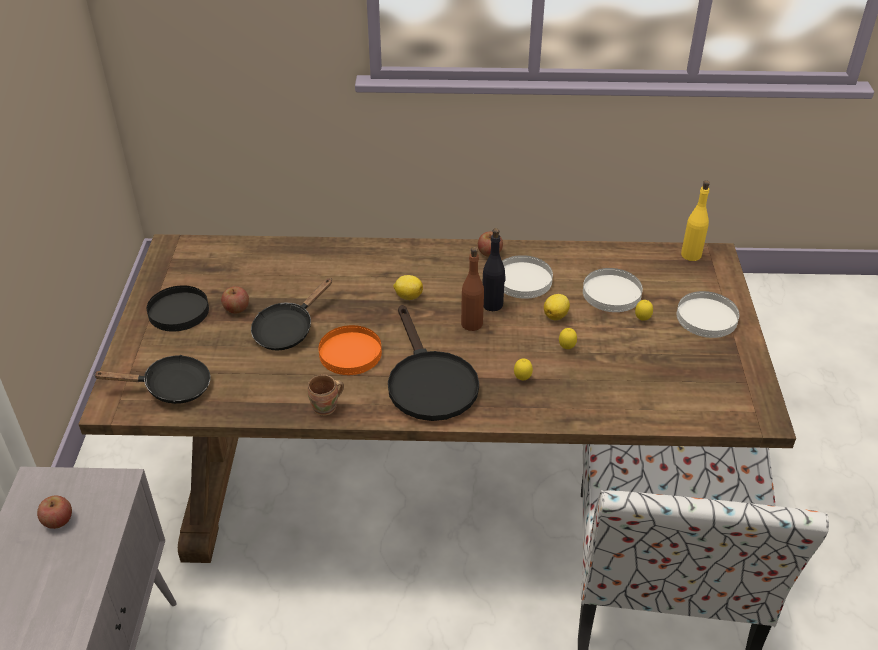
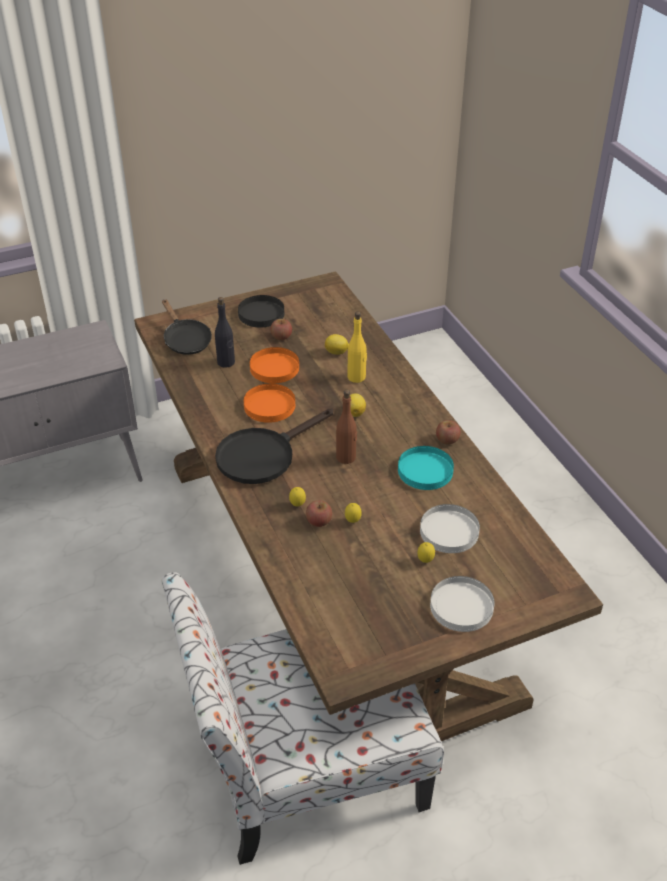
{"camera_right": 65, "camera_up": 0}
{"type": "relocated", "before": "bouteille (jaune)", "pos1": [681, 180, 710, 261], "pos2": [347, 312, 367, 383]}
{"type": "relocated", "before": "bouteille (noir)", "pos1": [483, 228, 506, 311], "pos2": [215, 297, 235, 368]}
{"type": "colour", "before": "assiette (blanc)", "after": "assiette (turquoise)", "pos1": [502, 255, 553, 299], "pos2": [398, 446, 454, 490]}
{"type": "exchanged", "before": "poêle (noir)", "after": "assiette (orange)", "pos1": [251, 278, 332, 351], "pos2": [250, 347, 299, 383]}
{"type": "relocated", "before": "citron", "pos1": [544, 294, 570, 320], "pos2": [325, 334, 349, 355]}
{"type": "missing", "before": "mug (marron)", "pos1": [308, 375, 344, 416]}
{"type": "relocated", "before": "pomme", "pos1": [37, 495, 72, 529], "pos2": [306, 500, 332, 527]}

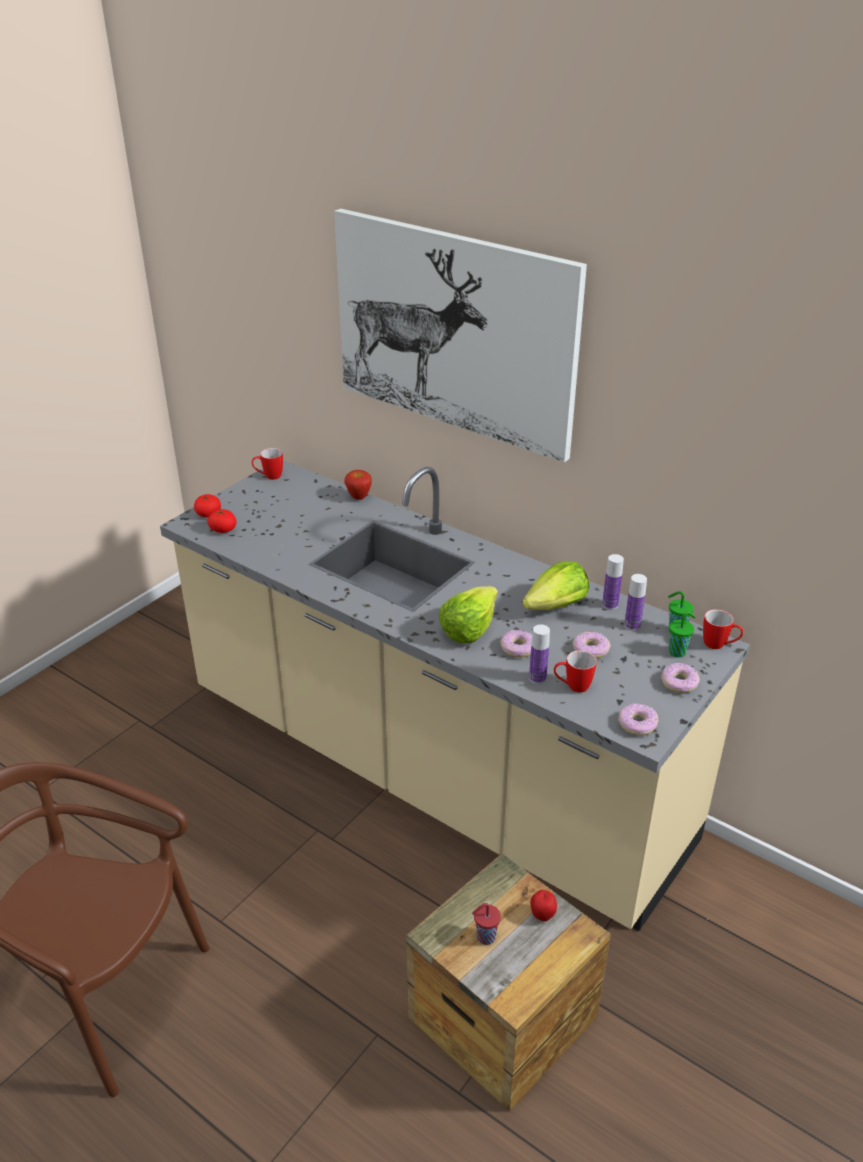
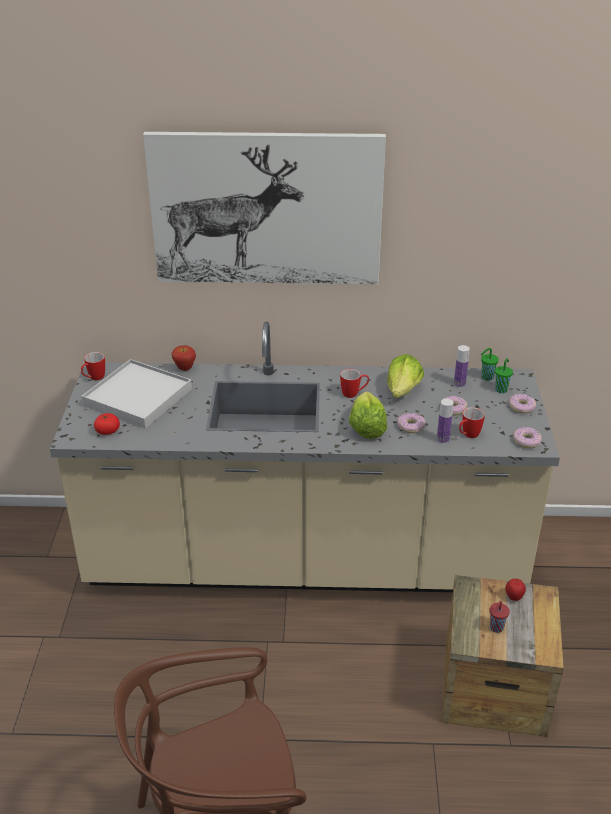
{"camera_right": -35, "camera_up": 0}
{"type": "missing", "before": "tomate", "pos1": [194, 494, 221, 517]}
{"type": "missing", "before": "bouteille", "pos1": [602, 554, 624, 610]}
{"type": "relocated", "before": "mug", "pos1": [703, 609, 743, 649], "pos2": [340, 369, 369, 398]}
{"type": "appeared", "after": "plateau (blanc)", "pos2": [82, 359, 192, 429]}

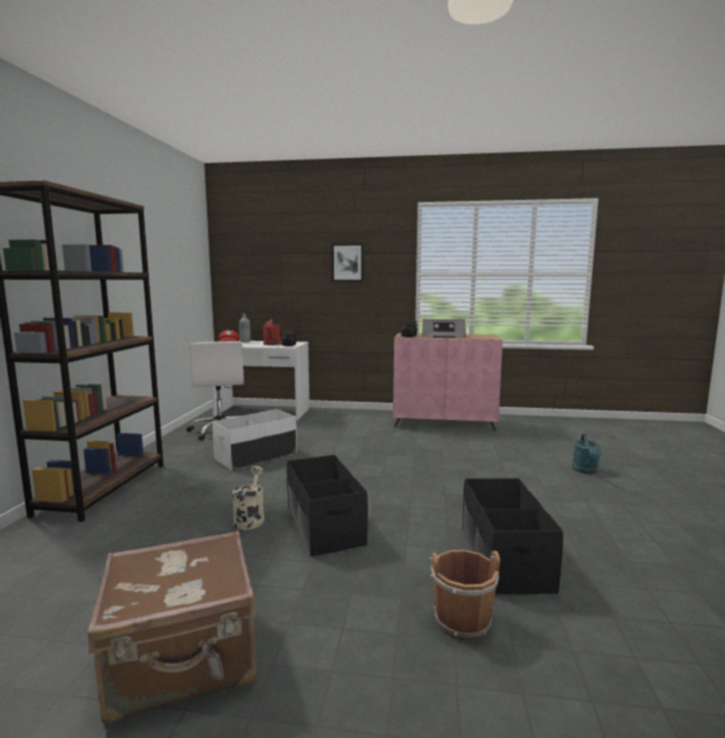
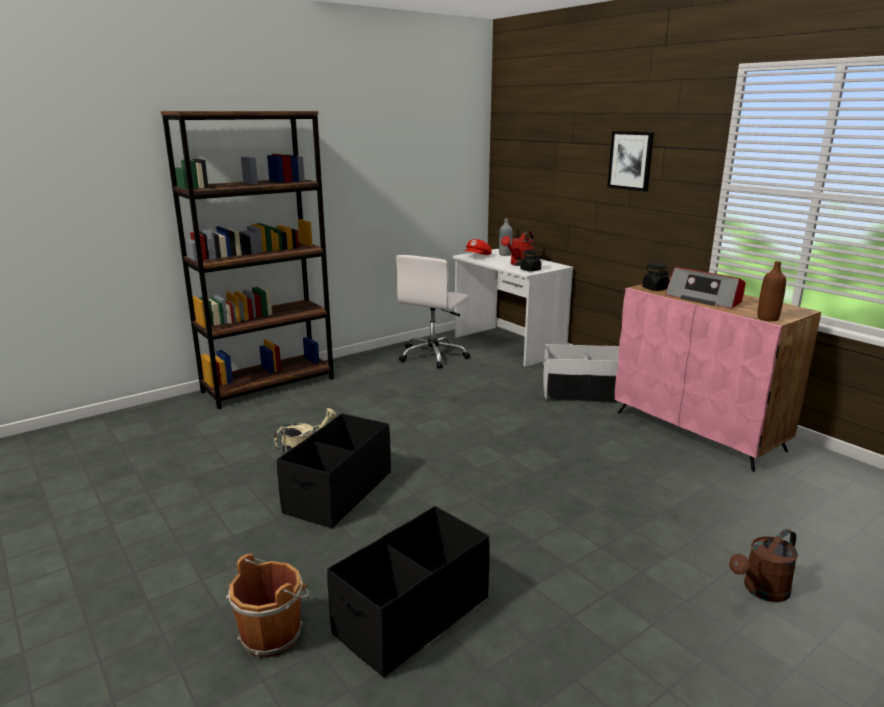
{"camera_right": 45, "camera_up": 10}
{"type": "relocated", "before": "boîte de rangement (blanc)", "pos1": [212, 409, 297, 470], "pos2": [543, 344, 622, 403]}
{"type": "colour", "before": "arrosoir (turquoise)", "after": "arrosoir (marron)", "pos1": [572, 434, 601, 474], "pos2": [729, 529, 798, 602]}
{"type": "missing", "before": "valise (marron)", "pos1": [88, 530, 256, 724]}
{"type": "appeared", "after": "bouteille (marron)", "pos2": [757, 261, 786, 321]}

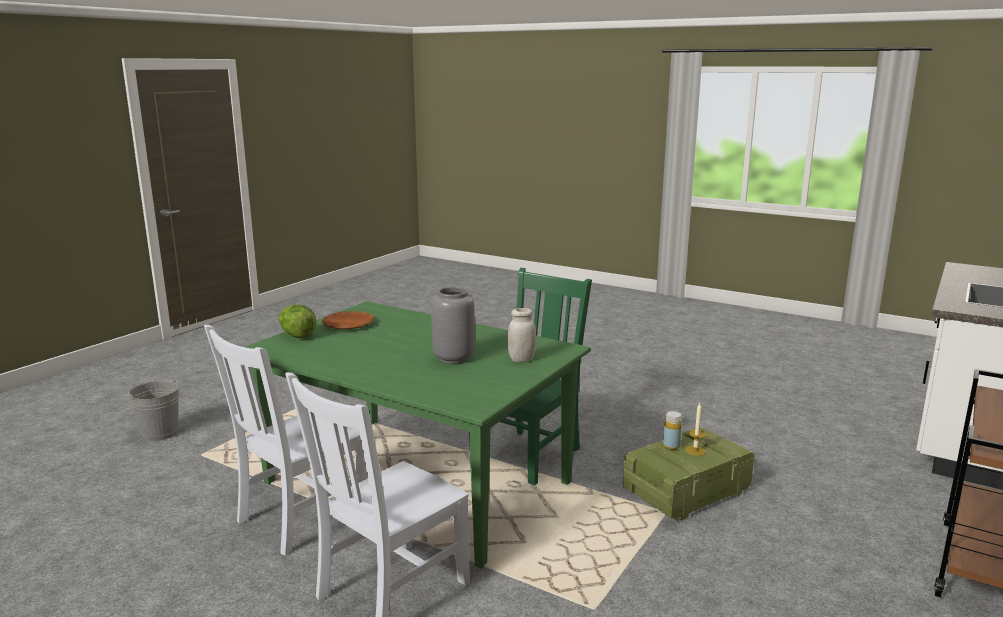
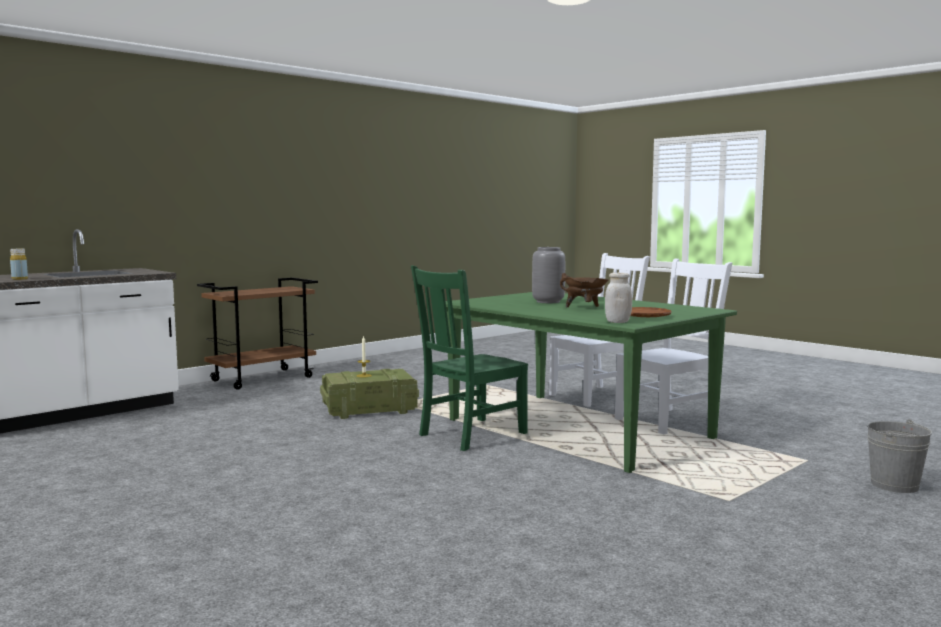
{"camera_right": -165, "camera_up": -10}
{"type": "missing", "before": "laitue", "pos1": [279, 305, 317, 338]}
{"type": "relocated", "before": "bocal (blanc)", "pos1": [508, 308, 536, 362], "pos2": [605, 273, 632, 323]}
{"type": "relocated", "before": "bouteille (jaune)", "pos1": [663, 411, 681, 450], "pos2": [10, 249, 28, 280]}
{"type": "appeared", "after": "marmite (marron)", "pos2": [560, 273, 609, 308]}

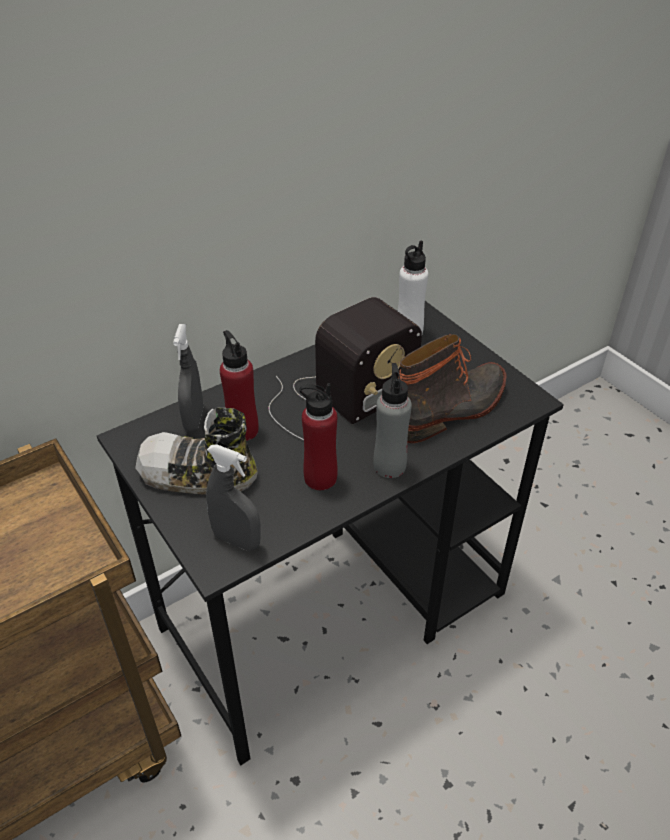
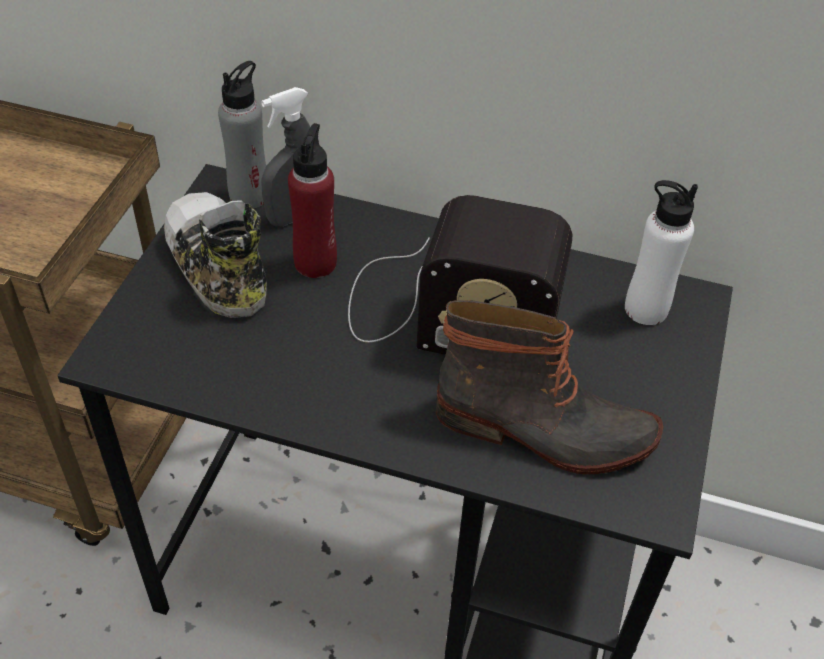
{"camera_right": 50, "camera_up": 5}
{"type": "relocated", "before": "bouteille (gris)", "pos1": [374, 363, 412, 478], "pos2": [218, 61, 266, 208]}
{"type": "missing", "before": "bouteille (rouge)", "pos1": [299, 383, 338, 490]}
{"type": "missing", "before": "vaporisateur (gris)", "pos1": [206, 444, 261, 551]}

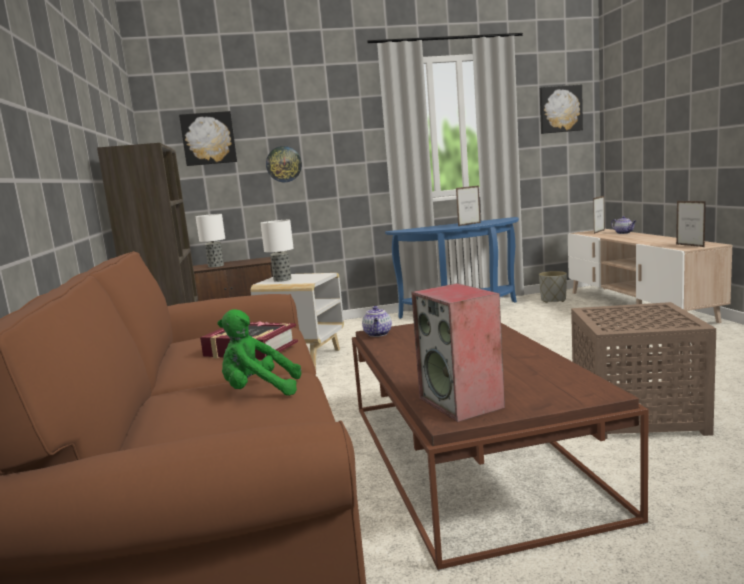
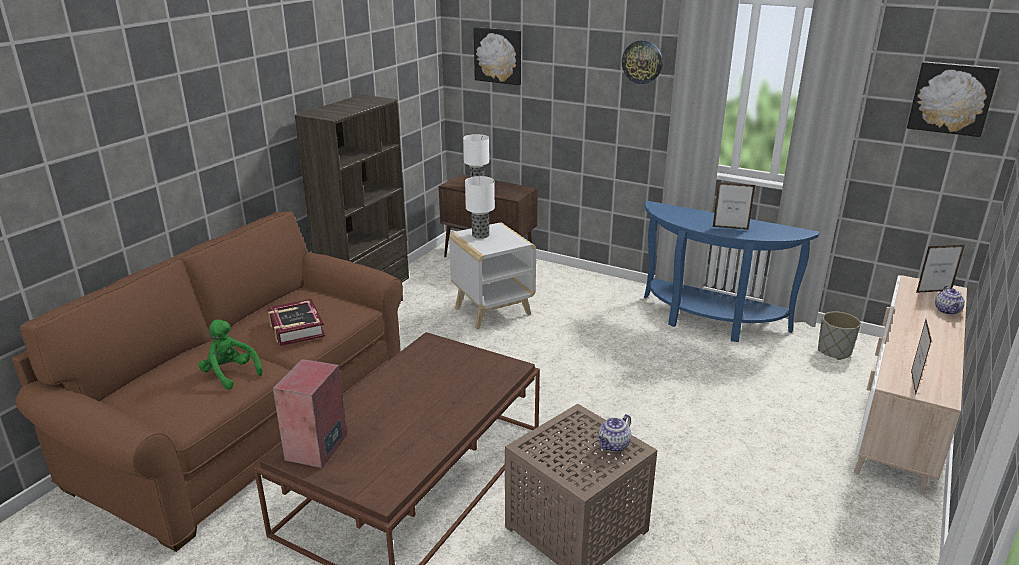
{"camera_right": 40, "camera_up": 15}
{"type": "relocated", "before": "horloge murale", "pos1": [266, 146, 302, 182], "pos2": [622, 40, 663, 84]}
{"type": "relocated", "before": "théière", "pos1": [362, 306, 392, 337], "pos2": [598, 414, 632, 452]}

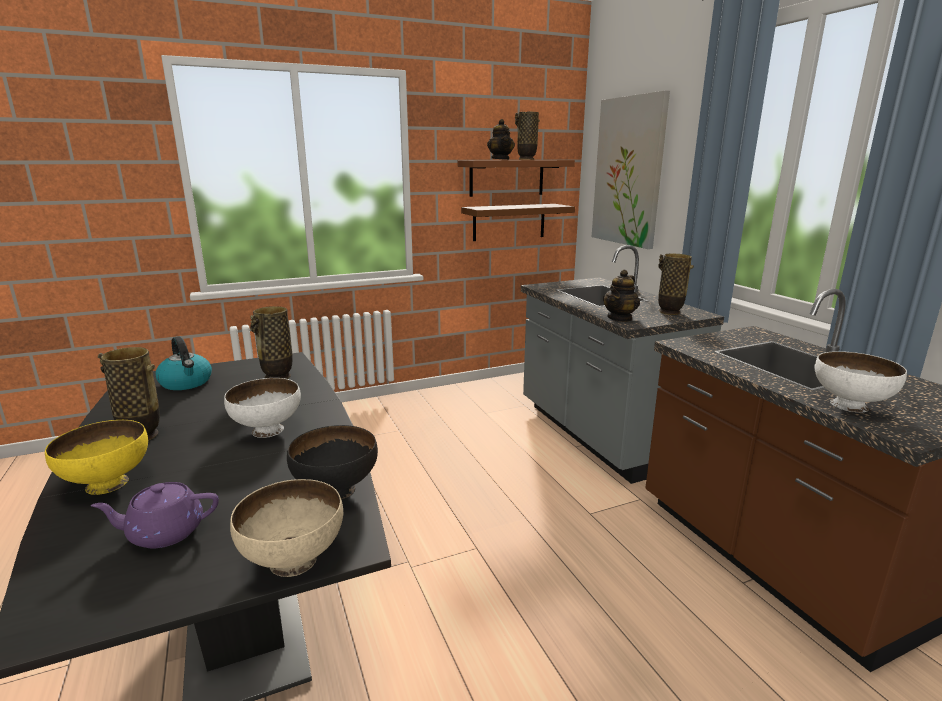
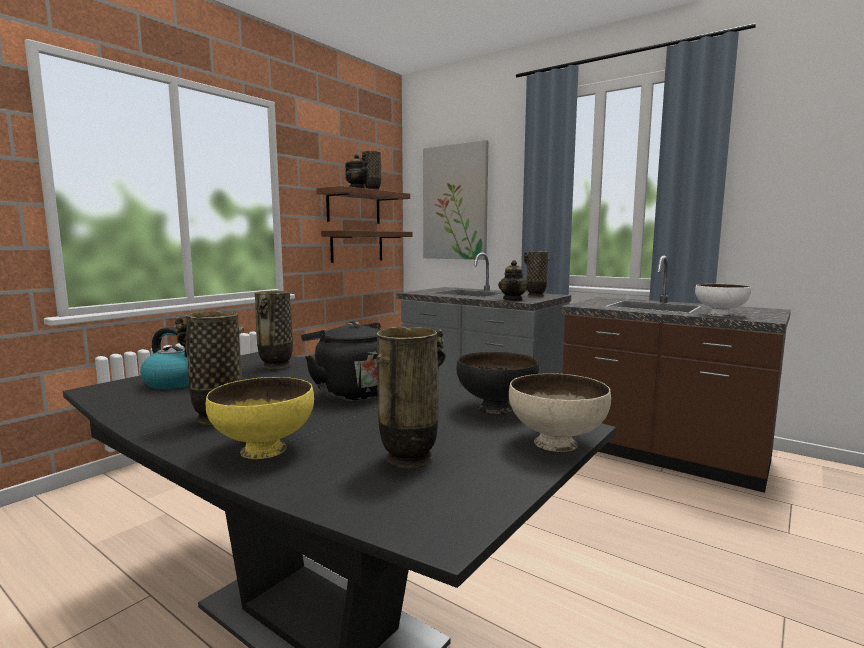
{"camera_right": -30, "camera_up": -10}
{"type": "exchanged", "before": "bol (blanc)", "after": "bouilloire (noir)", "pos1": [224, 378, 301, 438], "pos2": [301, 321, 381, 401]}
{"type": "exchanged", "before": "théière (violet)", "after": "vase", "pos1": [91, 482, 219, 548], "pos2": [376, 327, 446, 468]}

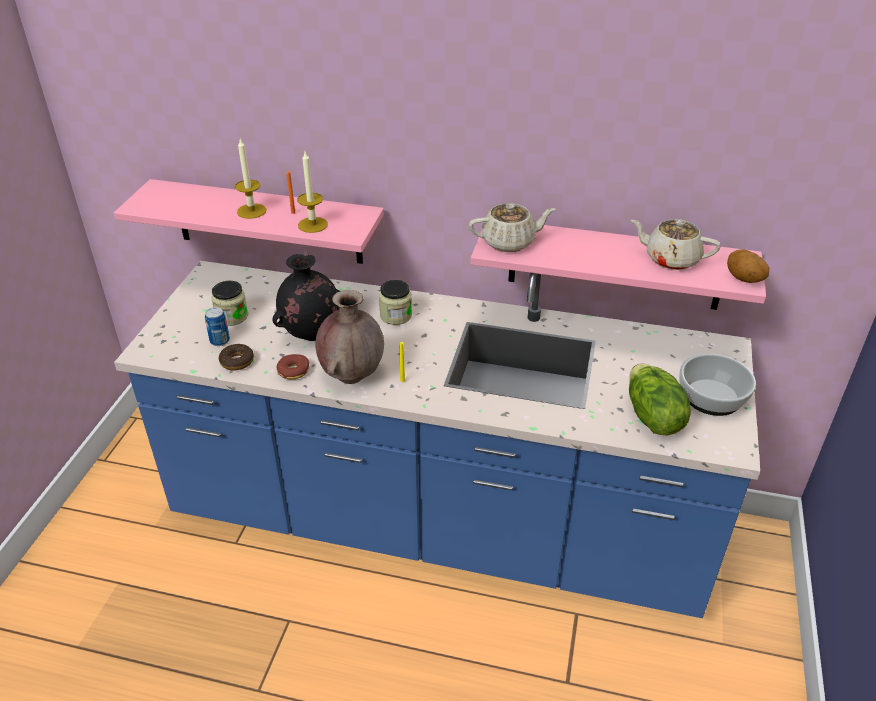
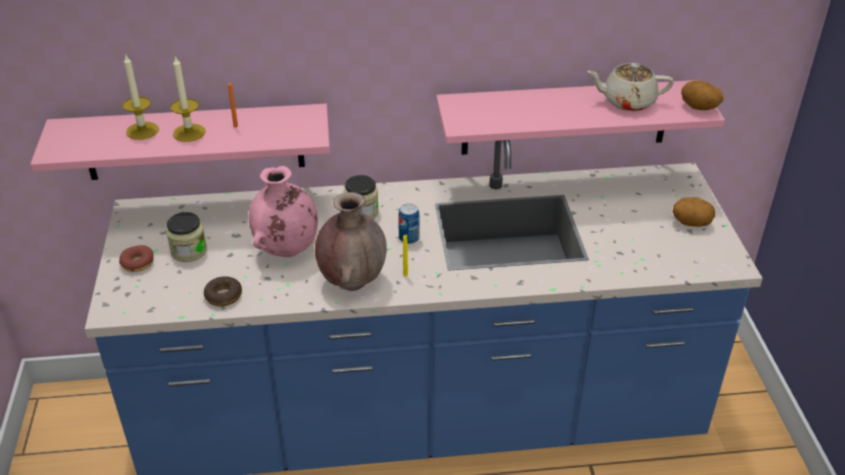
{"camera_right": -20, "camera_up": 0}
{"type": "relocated", "before": "bougie", "pos1": [297, 152, 328, 233], "pos2": [123, 53, 159, 140]}
{"type": "missing", "before": "théière (beige)", "pos1": [469, 203, 555, 252]}
{"type": "colour", "before": "vase (noir)", "after": "vase (rose)", "pos1": [272, 254, 340, 341], "pos2": [249, 166, 318, 257]}
{"type": "relocated", "before": "boîte métallique", "pos1": [205, 307, 230, 346], "pos2": [398, 203, 420, 244]}
{"type": "relocated", "before": "beignet", "pos1": [276, 354, 309, 379], "pos2": [119, 245, 154, 272]}
{"type": "exchanged", "before": "bol", "after": "pomme de terre", "pos1": [679, 354, 756, 416], "pos2": [673, 197, 715, 227]}
{"type": "missing", "before": "laitue", "pos1": [629, 364, 691, 435]}

